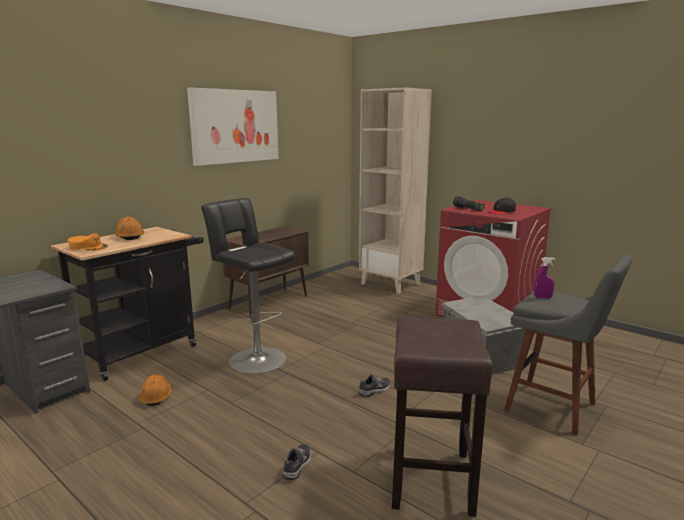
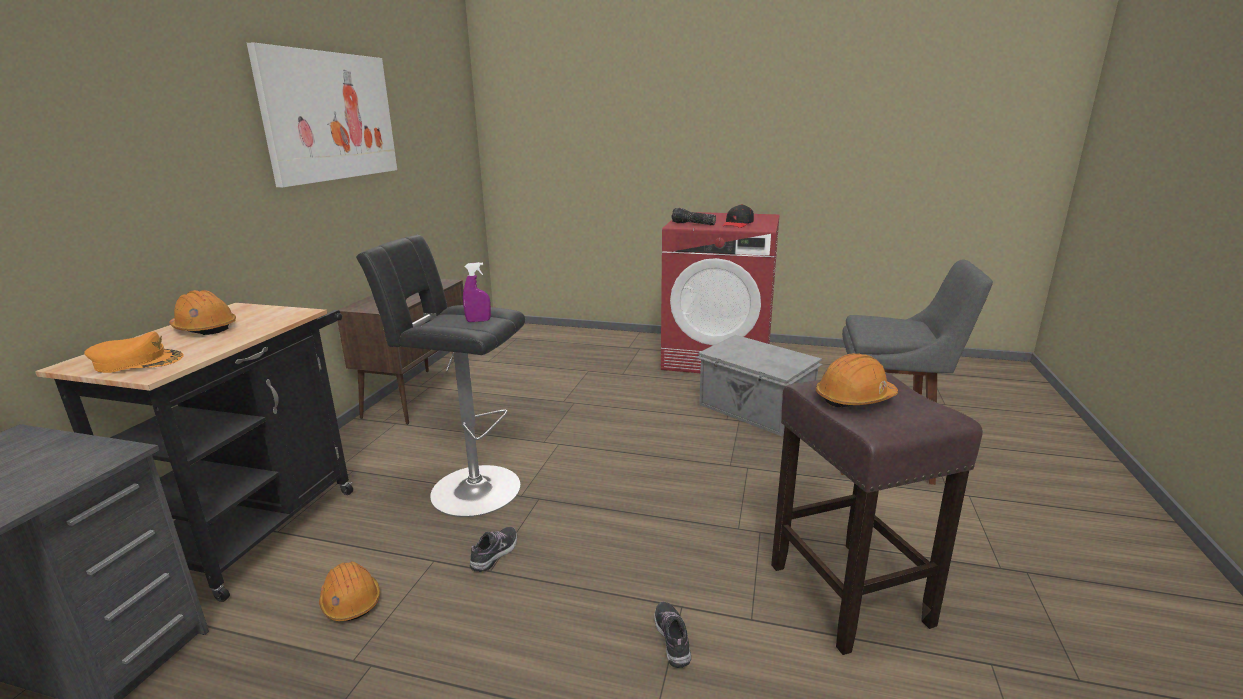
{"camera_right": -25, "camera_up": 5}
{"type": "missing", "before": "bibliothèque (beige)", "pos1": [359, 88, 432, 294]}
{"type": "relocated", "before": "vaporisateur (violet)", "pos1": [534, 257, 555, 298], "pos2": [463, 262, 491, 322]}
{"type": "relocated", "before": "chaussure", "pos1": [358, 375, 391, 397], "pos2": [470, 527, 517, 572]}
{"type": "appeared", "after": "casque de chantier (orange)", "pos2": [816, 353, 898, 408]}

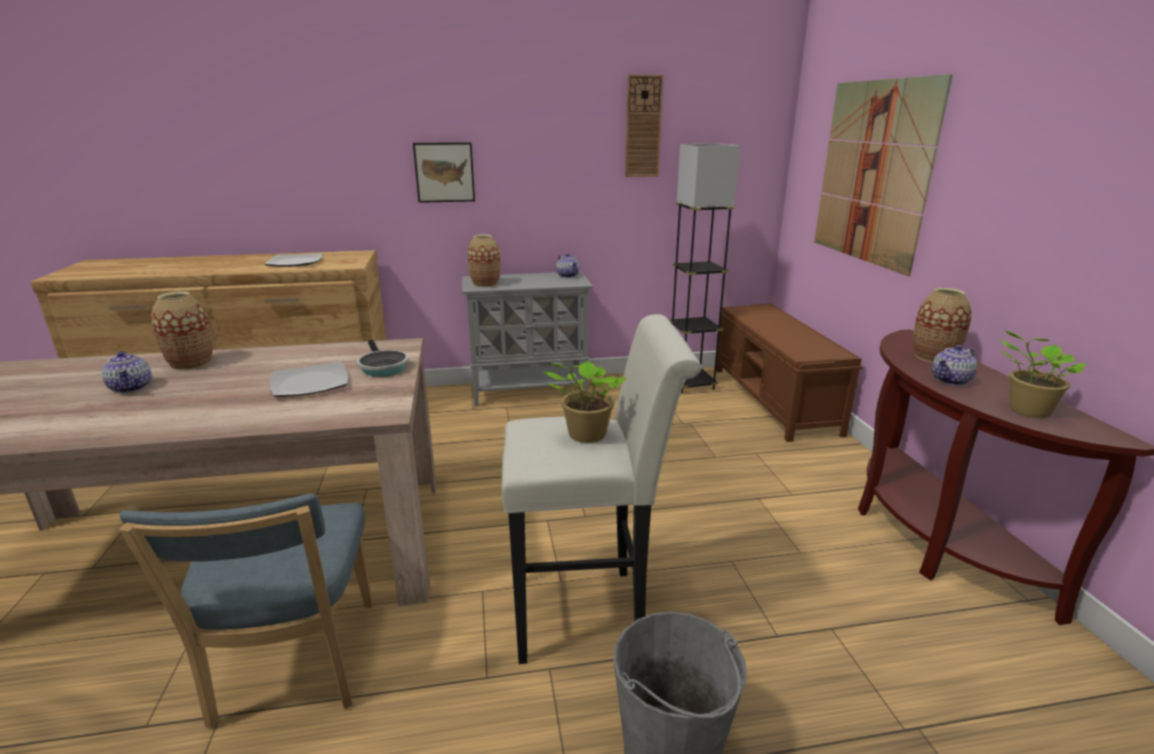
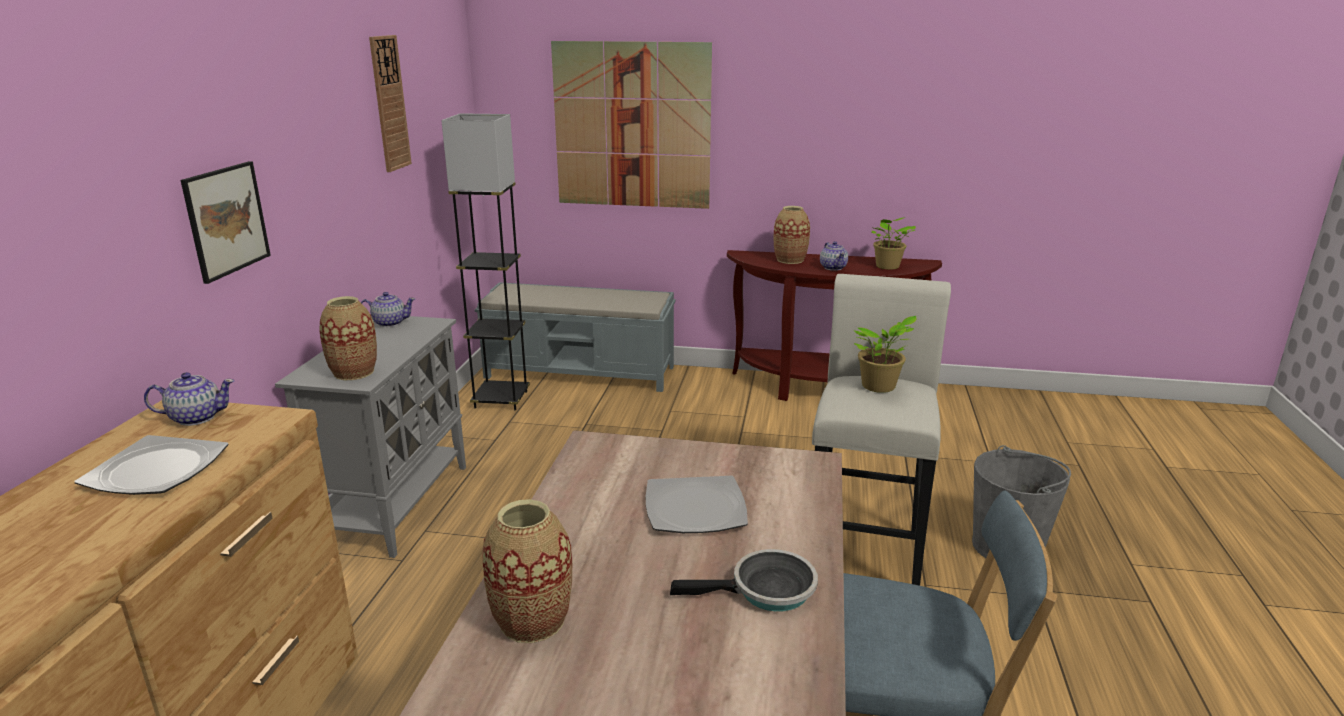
{"camera_right": -70, "camera_up": 0}
{"type": "colour", "before": "banc (marron)", "after": "banc (gris)", "pos1": [716, 304, 863, 442], "pos2": [475, 282, 676, 392]}
{"type": "relocated", "before": "poêle", "pos1": [357, 339, 409, 377], "pos2": [670, 549, 818, 612]}
{"type": "relocated", "before": "théière", "pos1": [102, 351, 152, 393], "pos2": [144, 372, 234, 426]}

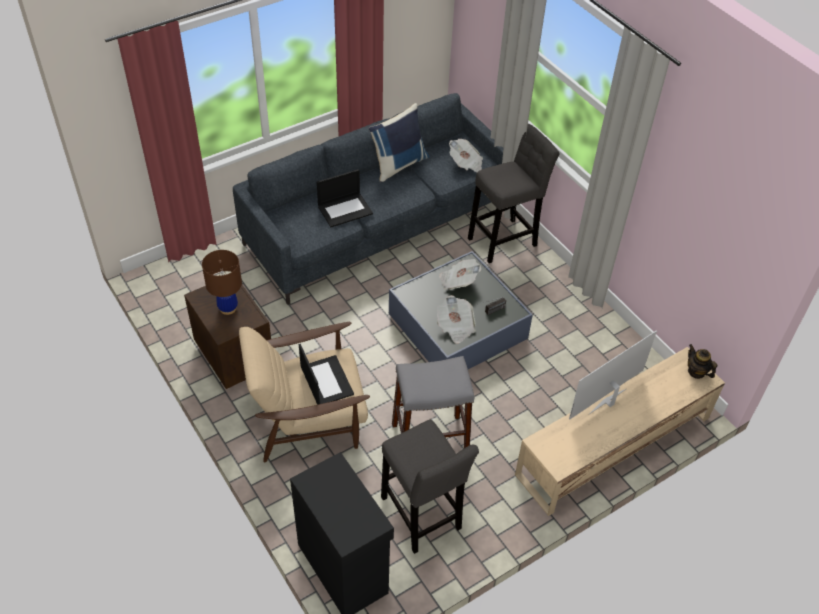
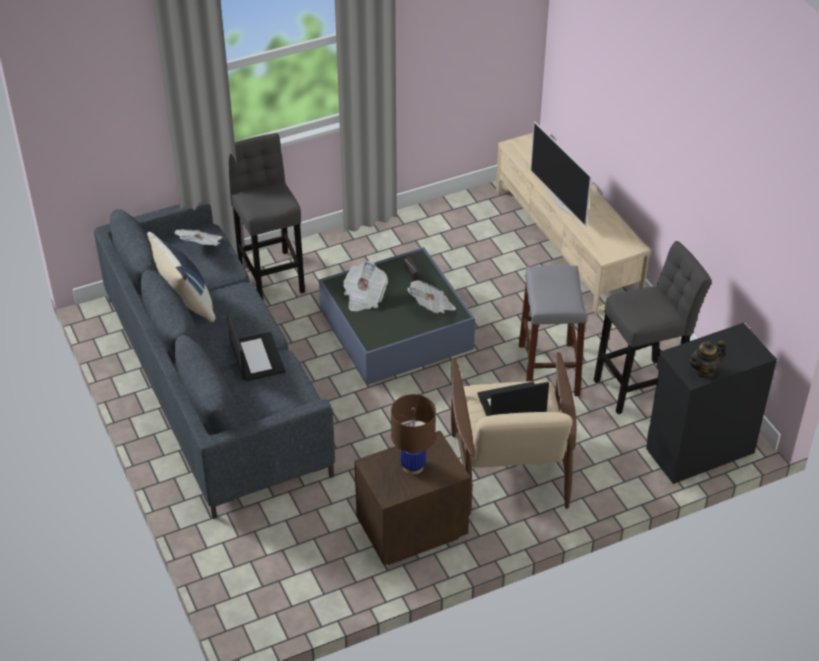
{"camera_right": -80, "camera_up": -5}
{"type": "relocated", "before": "théière", "pos1": [688, 344, 717, 379], "pos2": [688, 340, 726, 379]}

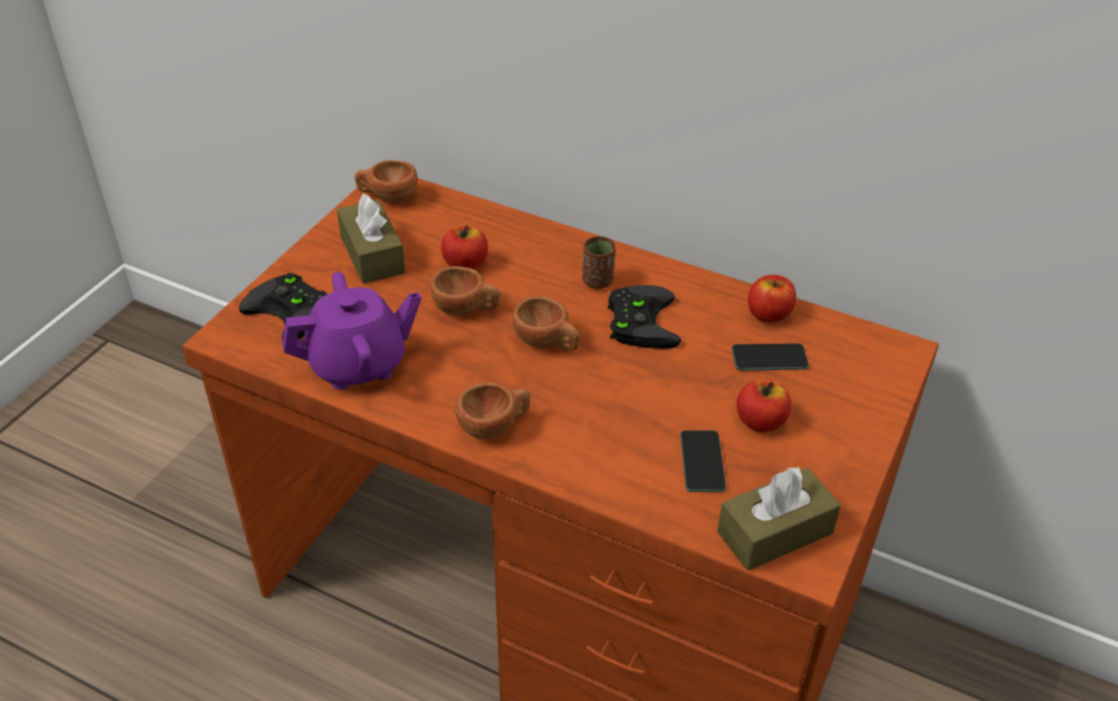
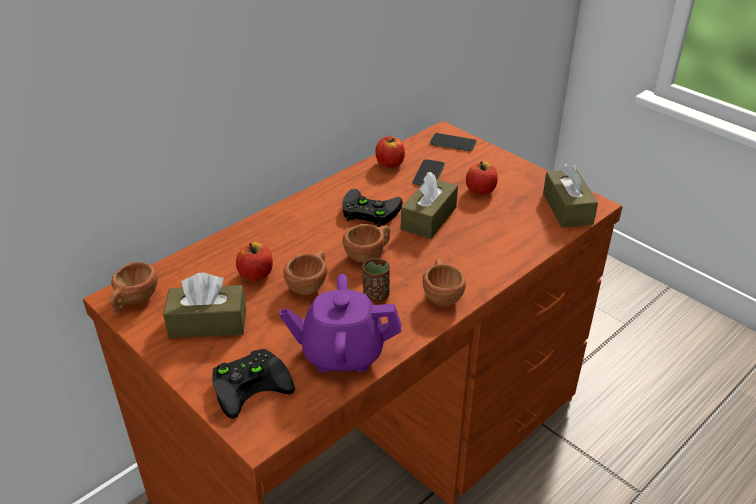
{"camera_right": -70, "camera_up": -5}
{"type": "relocated", "before": "tasse (marron)", "pos1": [582, 236, 616, 289], "pos2": [363, 258, 390, 302]}
{"type": "spun", "before": "théière (violet)", "pos1": [282, 272, 421, 390], "pos2": [279, 274, 401, 373], "turn": -90}
{"type": "relocated", "before": "téléphone", "pos1": [680, 430, 726, 492], "pos2": [430, 133, 477, 151]}
{"type": "appeared", "after": "boîte à mouchoirs (marron)", "pos2": [401, 172, 458, 239]}

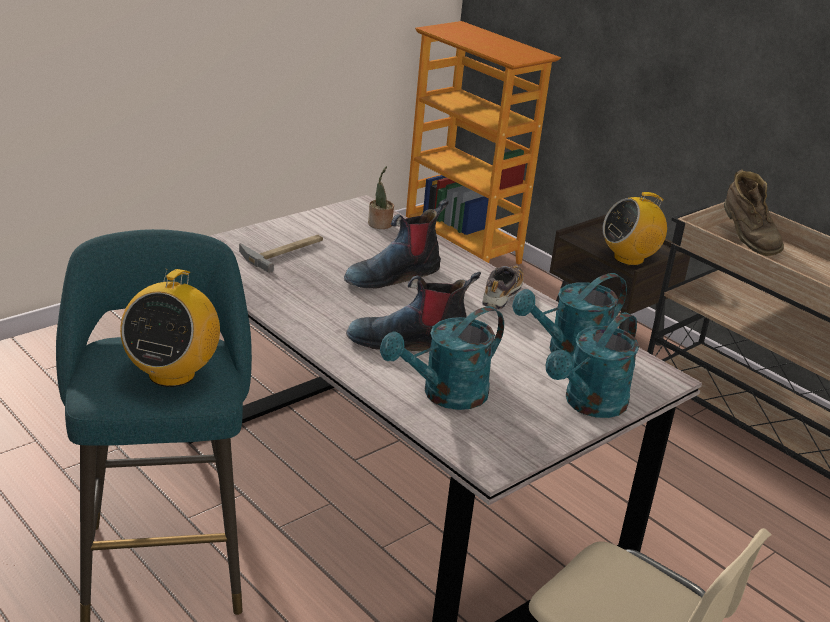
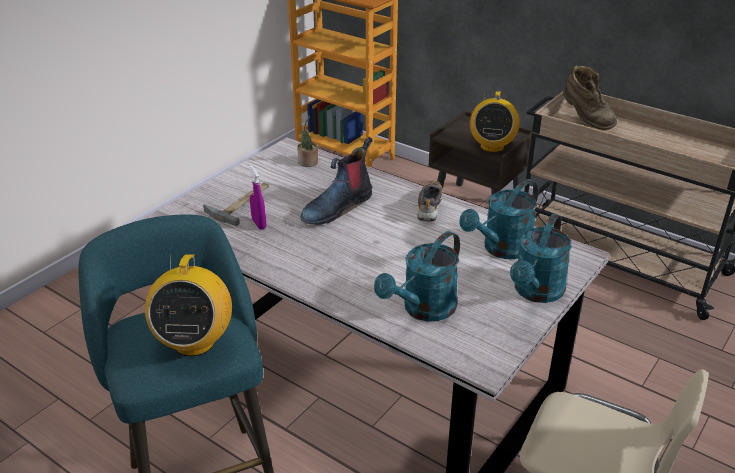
{"camera_right": -10, "camera_up": 5}
{"type": "spun", "before": "radio", "pos1": [603, 192, 667, 266], "pos2": [470, 91, 520, 153], "turn": -45}
{"type": "missing", "before": "botte", "pos1": [346, 272, 481, 351]}
{"type": "appeared", "after": "vaporisateur (violet)", "pos2": [249, 165, 266, 230]}

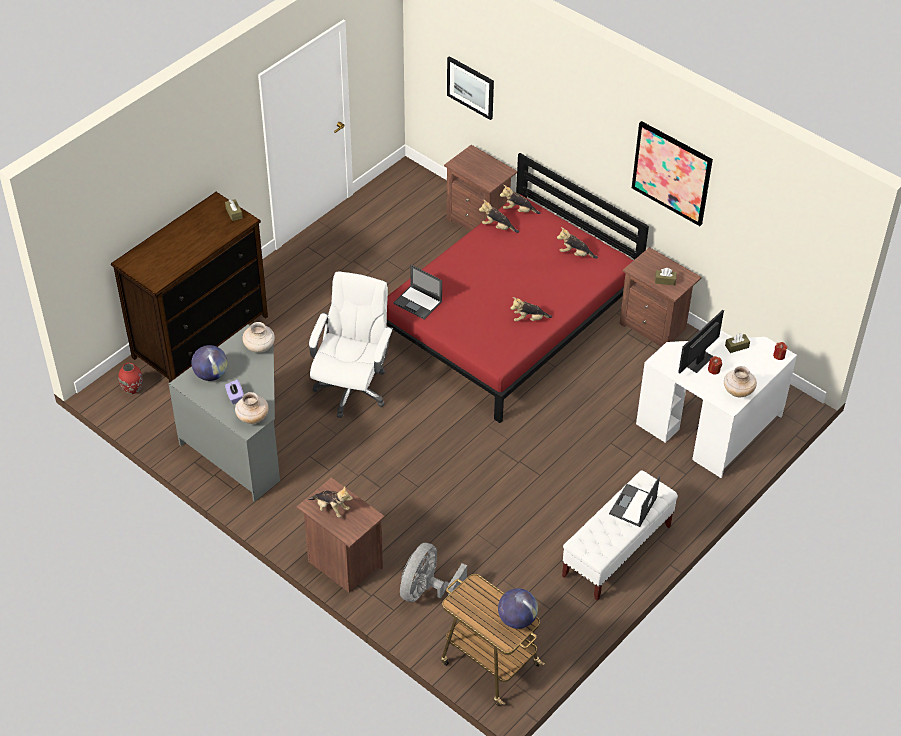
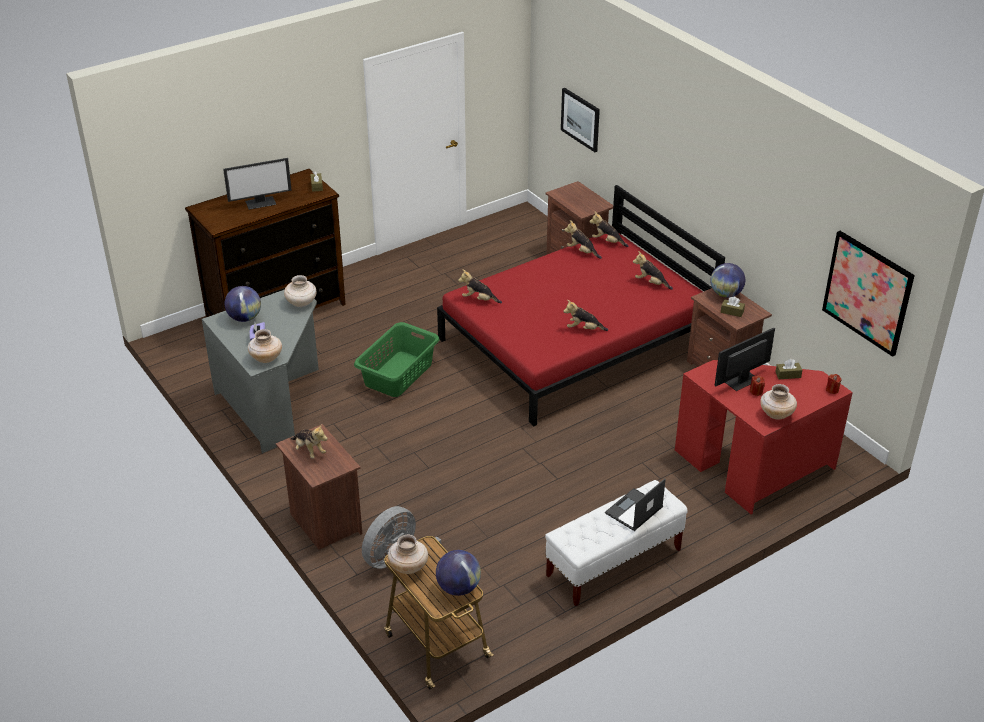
{"camera_right": 15, "camera_up": -10}
{"type": "relocated", "before": "tableau", "pos1": [632, 121, 713, 226], "pos2": [822, 231, 915, 357]}
{"type": "exchanged", "before": "ordinateur portable", "after": "peluche", "pos1": [393, 264, 442, 320], "pos2": [458, 269, 502, 303]}
{"type": "exchanged", "before": "chaise de bureau (blanc)", "after": "panier à linge (vert)", "pos1": [309, 272, 393, 418], "pos2": [354, 322, 440, 397]}
{"type": "colour", "before": "bureau (blanc)", "after": "bureau (rouge)", "pos1": [636, 337, 797, 478], "pos2": [675, 360, 853, 515]}
{"type": "missing", "before": "vase (rouge)", "pos1": [118, 363, 143, 394]}
{"type": "appeared", "after": "écran d'ordinateur", "pos2": [223, 158, 292, 210]}
{"type": "appeared", "after": "globe", "pos2": [710, 263, 745, 298]}
{"type": "appeared", "after": "vase (beige)", "pos2": [388, 535, 428, 574]}

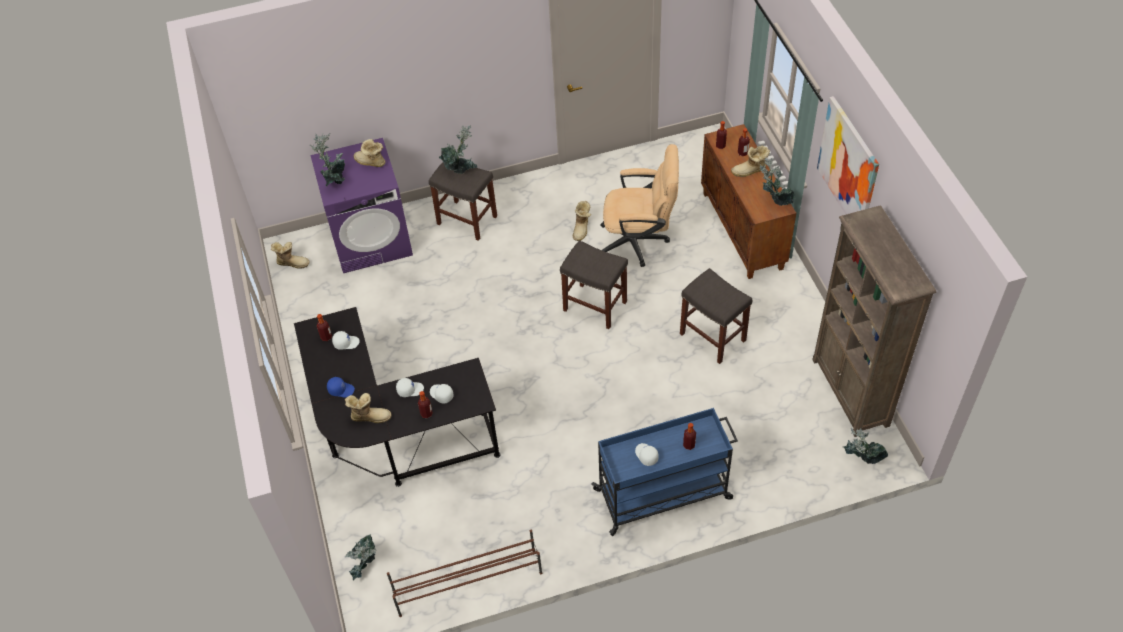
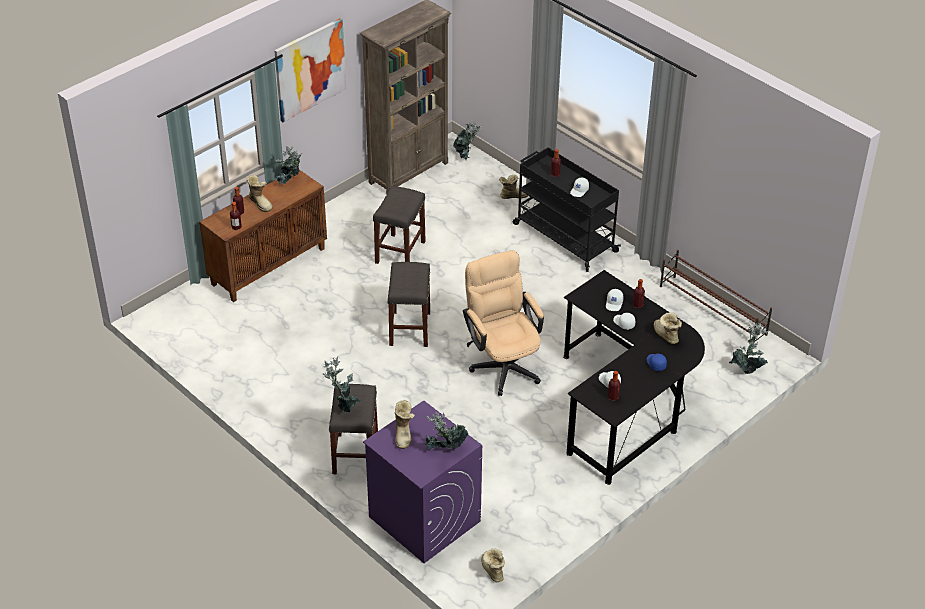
{"camera_right": -120, "camera_up": -10}
{"type": "relocated", "before": "chaise de bureau (beige)", "pos1": [600, 144, 679, 267], "pos2": [463, 250, 544, 396]}
{"type": "relocated", "before": "botte", "pos1": [573, 201, 591, 241], "pos2": [499, 175, 528, 199]}
{"type": "colour", "before": "chariot (bleu)", "after": "chariot (noir)", "pos1": [591, 408, 738, 536], "pos2": [513, 148, 621, 272]}

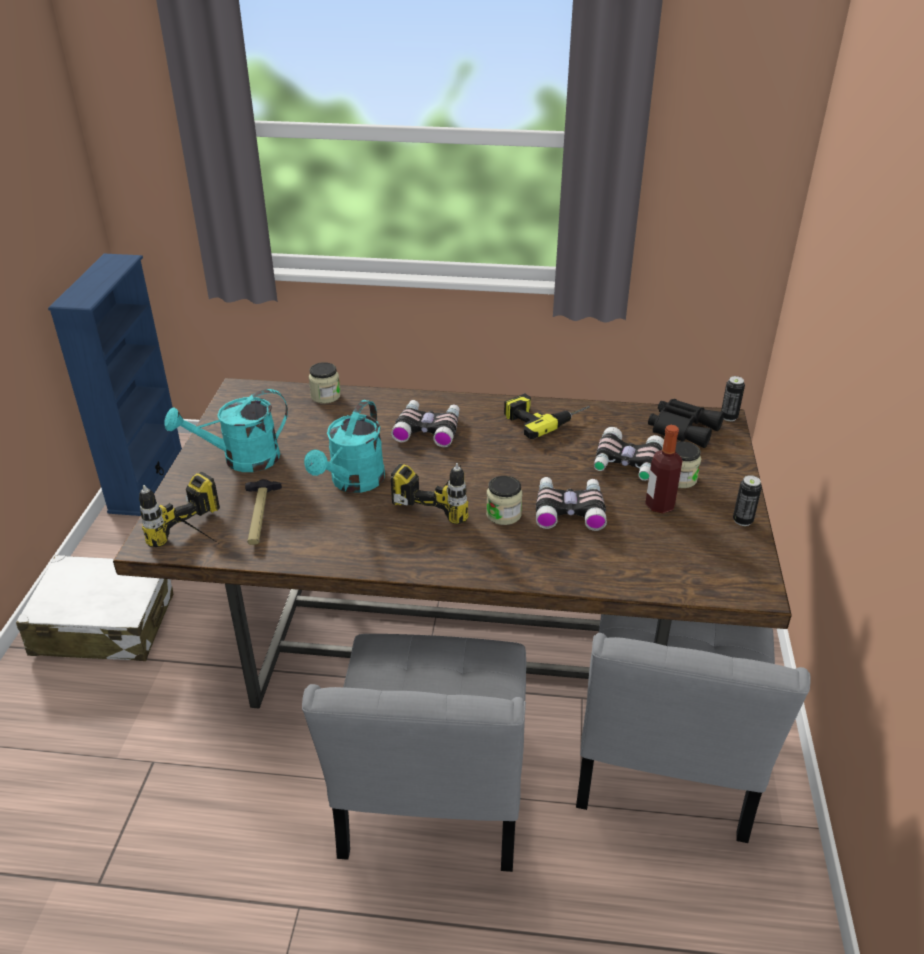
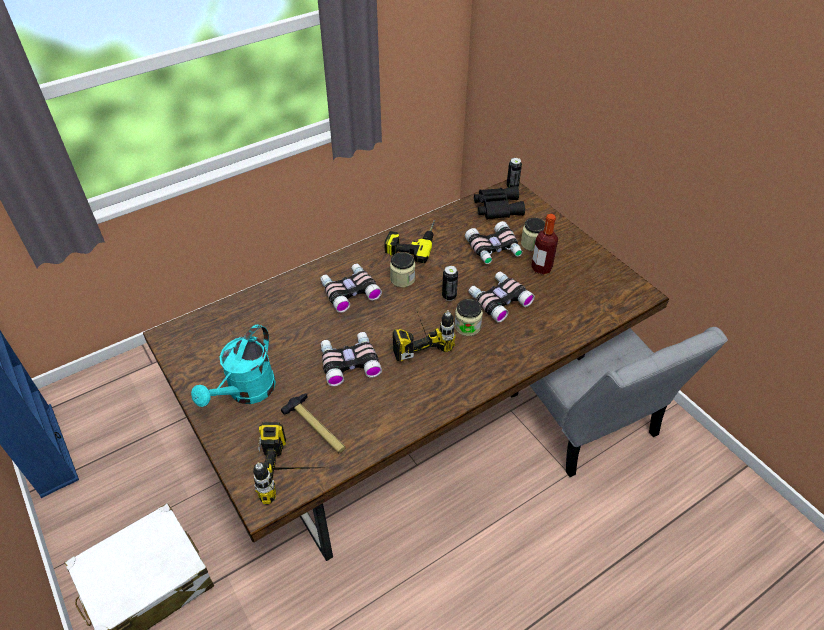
{"camera_right": -40, "camera_up": 10}
{"type": "relocated", "before": "bocal", "pos1": [308, 362, 341, 404], "pos2": [390, 252, 415, 287]}
{"type": "exchanged", "before": "arrosoir (turquoise)", "after": "jumelles", "pos1": [304, 400, 385, 493], "pos2": [321, 332, 382, 386]}
{"type": "relocated", "before": "boîte métallique", "pos1": [733, 475, 762, 526], "pos2": [442, 266, 458, 301]}
{"type": "missing", "before": "chaise (gris)", "pos1": [302, 634, 526, 872]}

